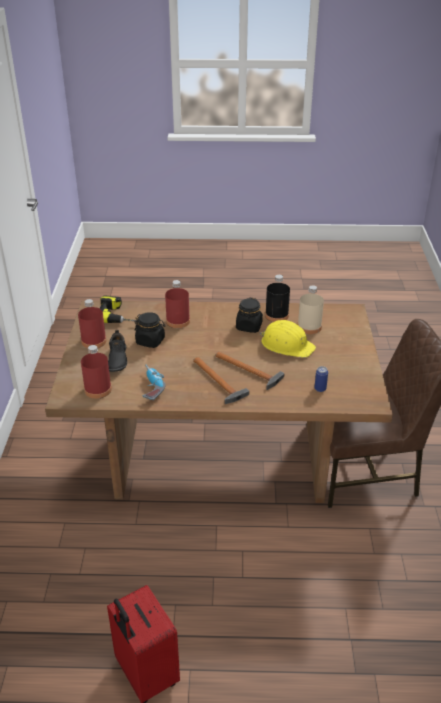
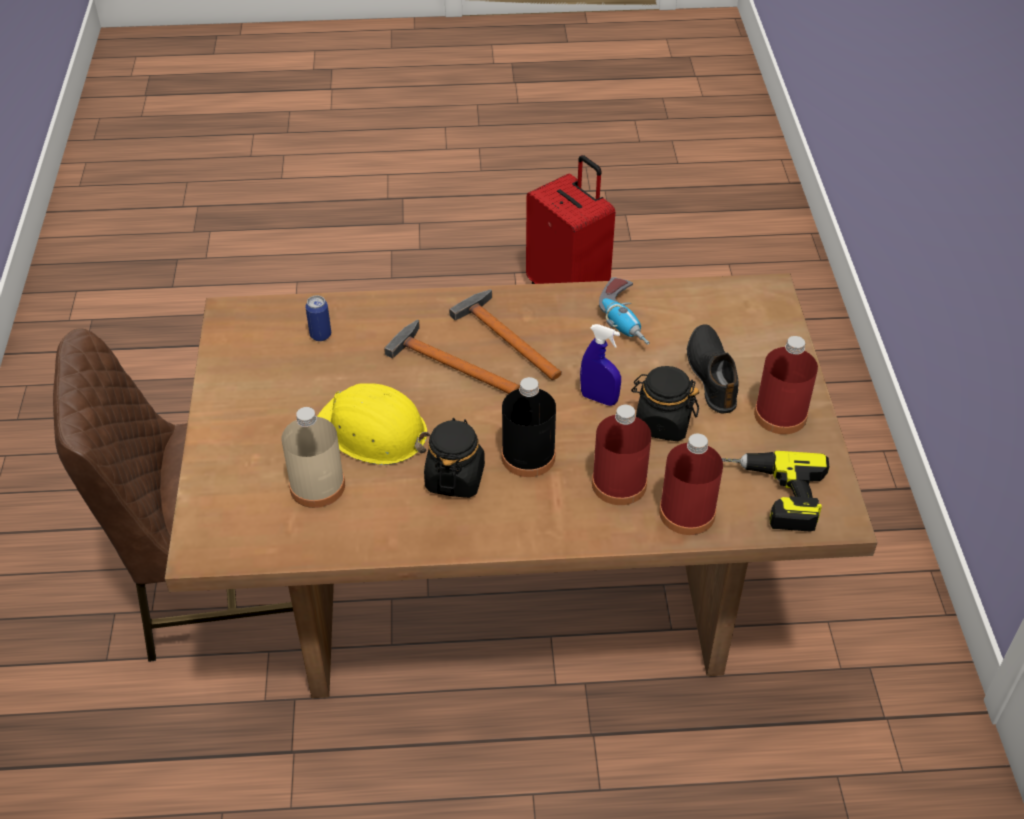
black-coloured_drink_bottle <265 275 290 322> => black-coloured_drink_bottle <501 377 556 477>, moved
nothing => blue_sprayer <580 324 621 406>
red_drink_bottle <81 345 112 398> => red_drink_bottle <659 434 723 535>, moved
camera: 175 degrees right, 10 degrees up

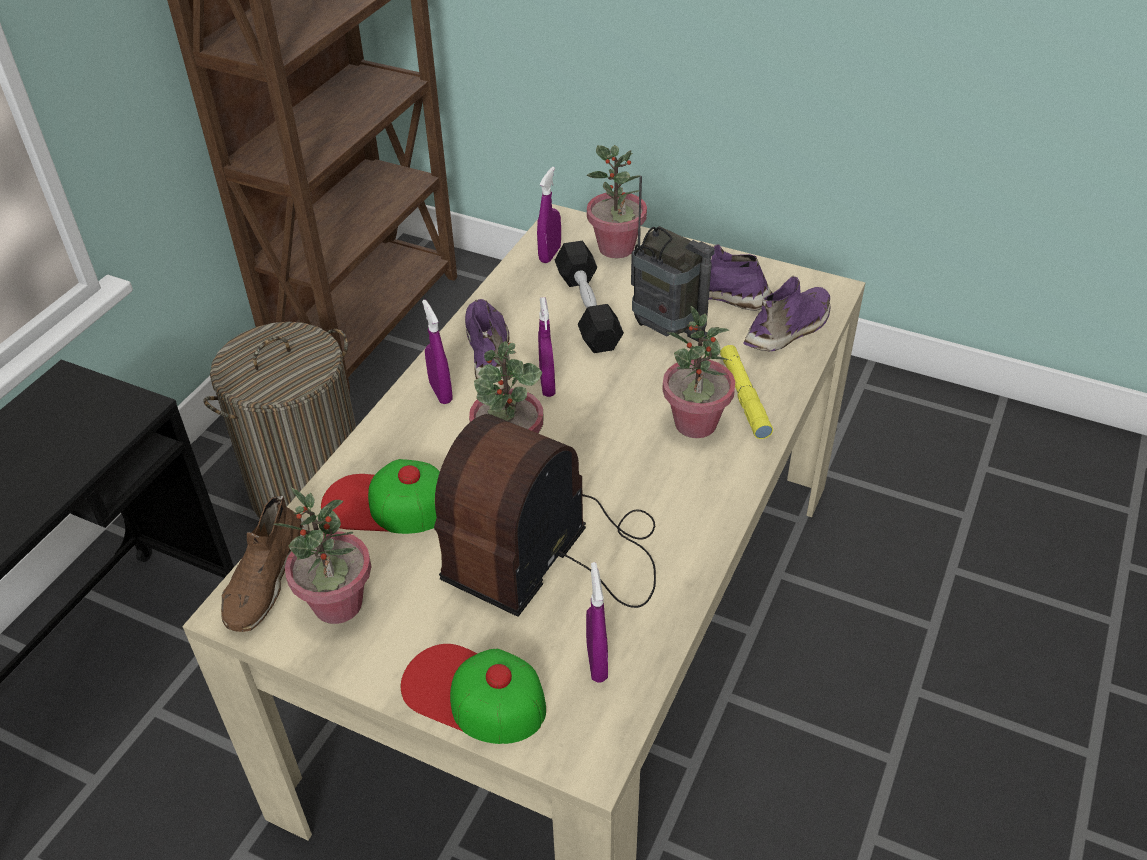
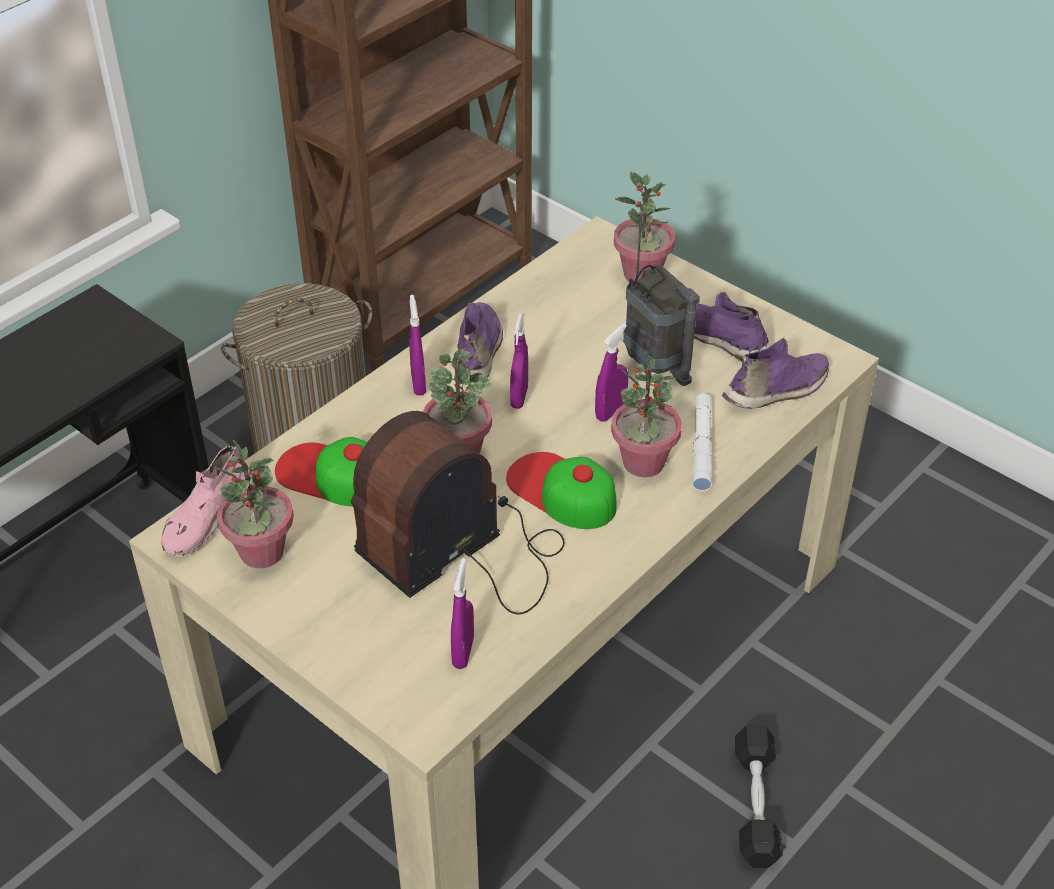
brownish_shoe <221 496 310 632> => pink-coloured_shoe <161 446 256 557>
baseball_cap <401 644 546 744> => baseball_cap <506 452 617 529>, moved
purple-coloured_sprayer <537 167 561 263> => purple-coloured_sprayer <595 323 628 422>, moved
yellow-coloured_flashlight <720 345 773 439> => white-coloured_flashlight <692 394 712 491>
black-coloured_hand_weight <555 241 624 353> => black-coloured_hand_weight <735 725 783 868>, moved
camera: 15 degrees right, 0 degrees up

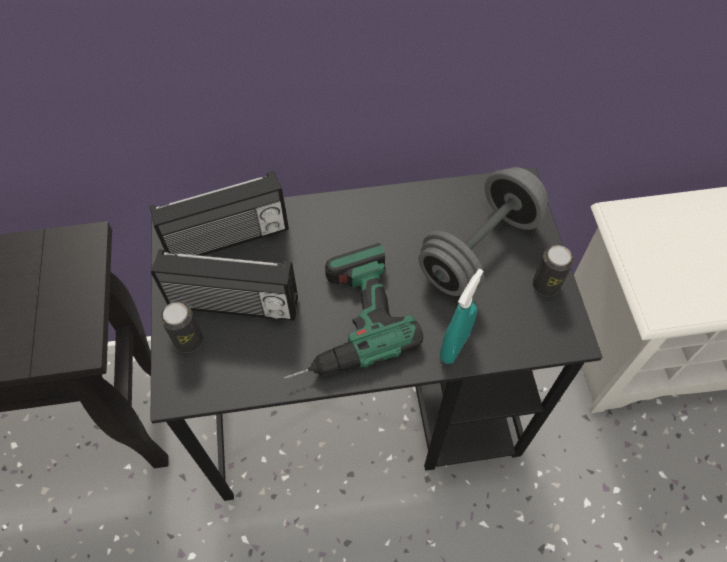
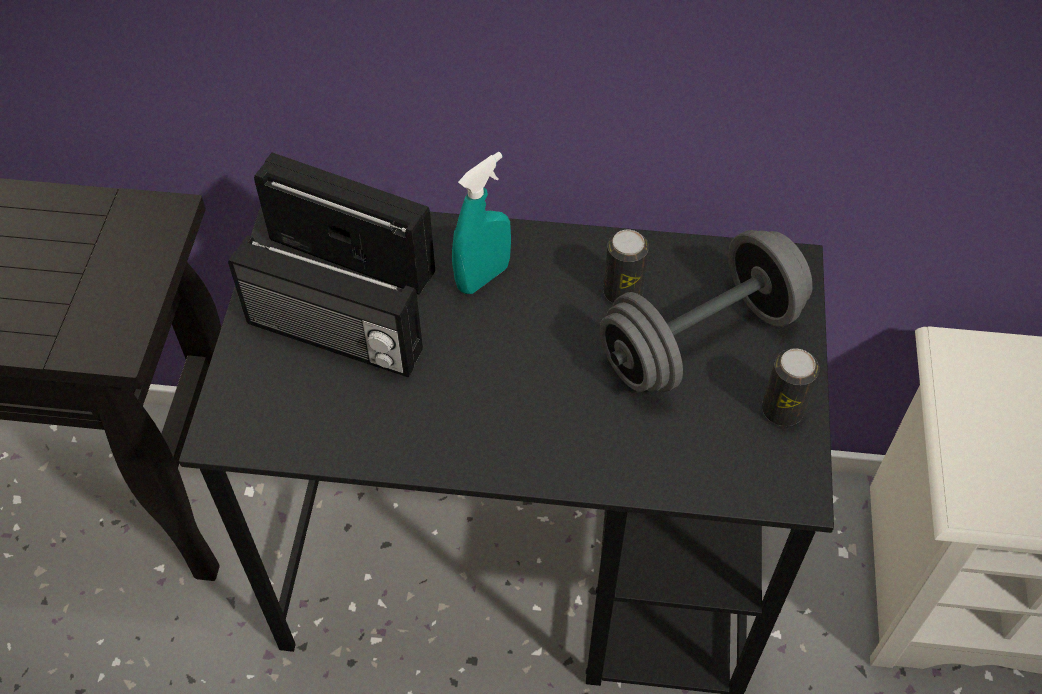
radio <150 171 289 256> => radio <254 152 435 295>, 150 degrees counterclockwise
turquoise_sprayer <440 269 483 364> => turquoise_sprayer <452 152 511 294>, moved
metal_can <160 302 203 353> => metal_can <603 230 649 303>, moved
drill <284 243 423 379> => nothing
camera: 15 degrees right, 5 degrees down

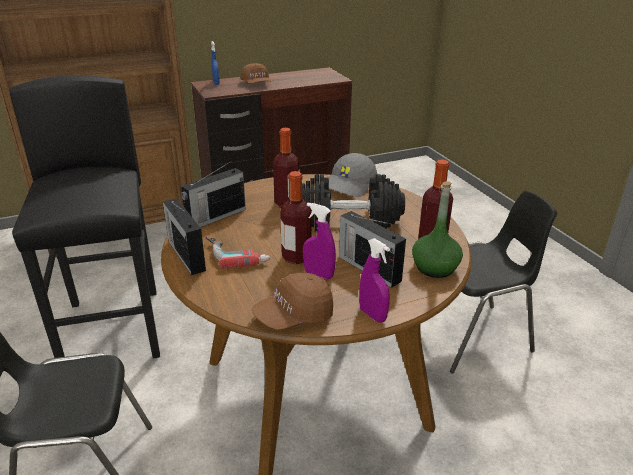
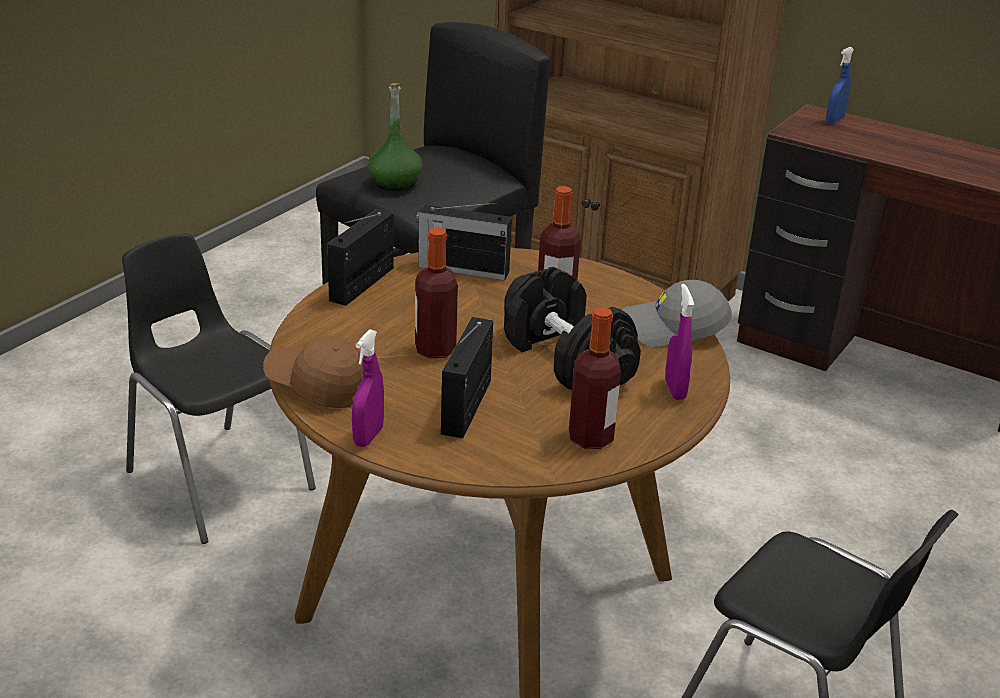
greenish_drink_bottle <412 181 463 278> => greenish_drink_bottle <368 83 422 191>, moved
purple-coloured_sprayer <303 203 336 279> => purple-coloured_sprayer <665 284 694 400>, moved
drill <206 236 270 269> => nothing
brownish_baseball_cap <241 63 271 84> => nothing
camera: 55 degrees right, 0 degrees up

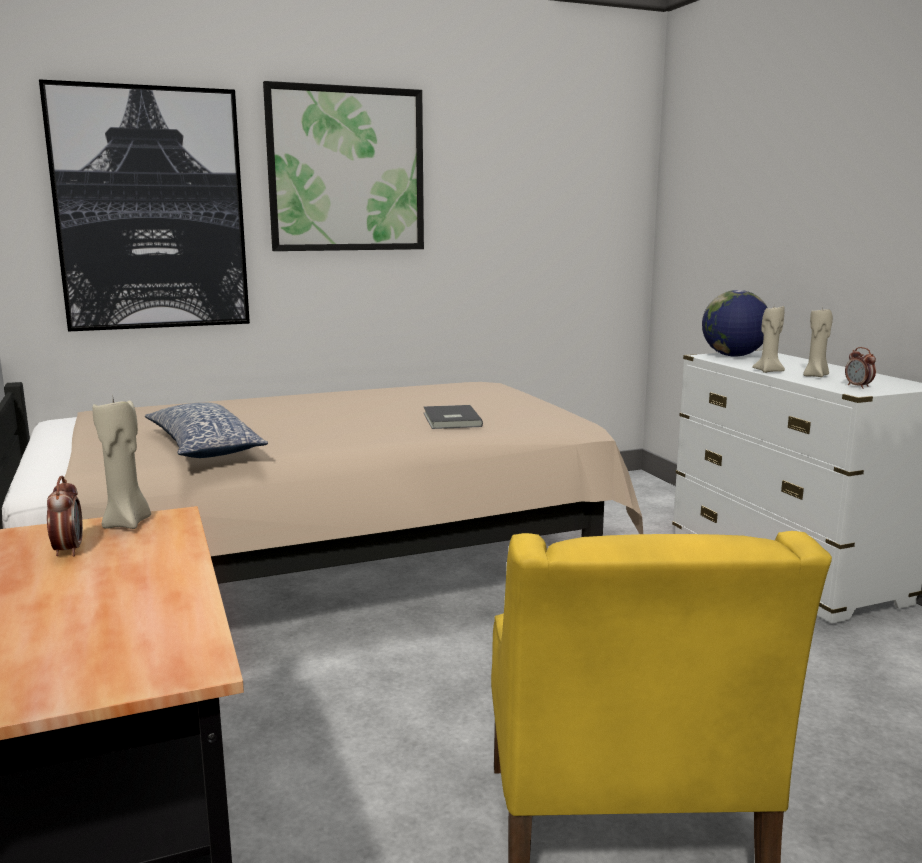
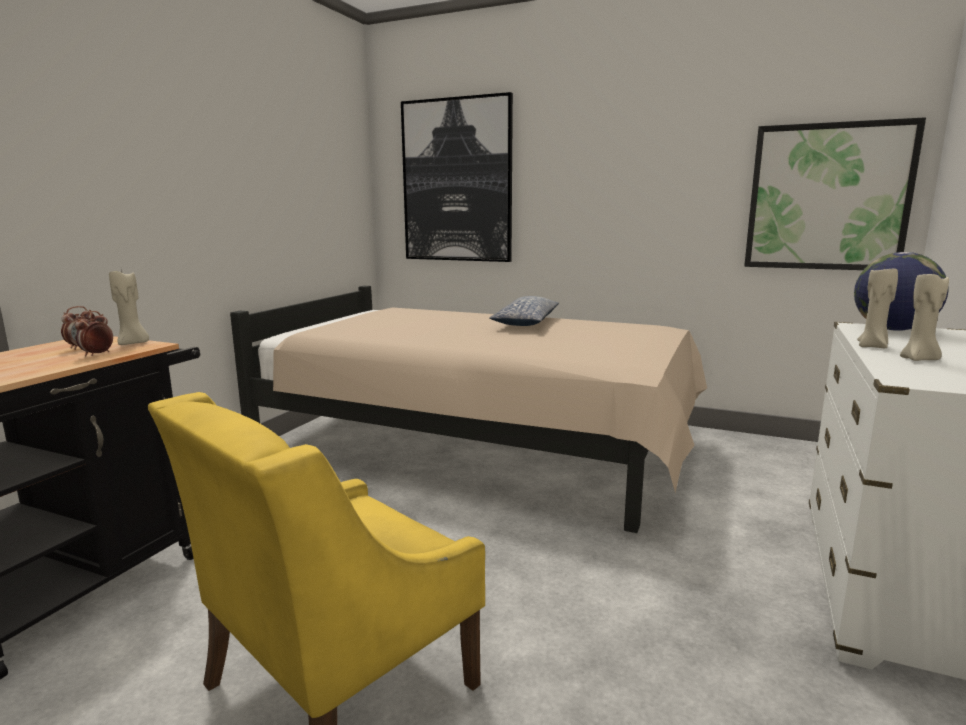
alarm_clock <845 347 876 389> => alarm_clock <75 311 113 356>, moved
throw_pillow <145 402 268 458> => throw_pillow <489 296 559 326>, moved
picture <263 81 424 251> => picture <744 117 926 270>, moved
greyish_volume <424 405 483 429> => nothing
camera: 45 degrees right, 0 degrees up

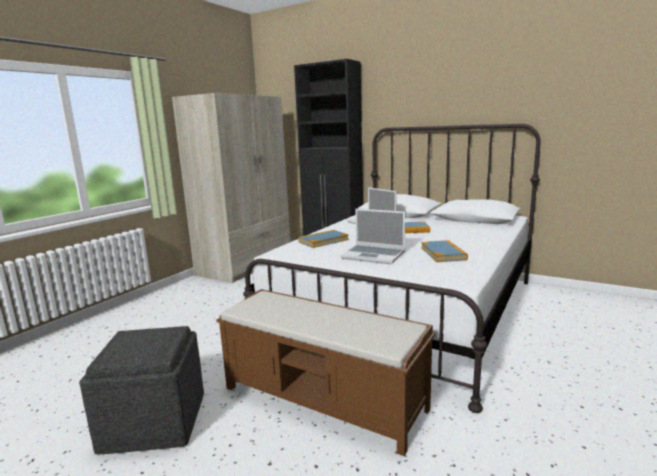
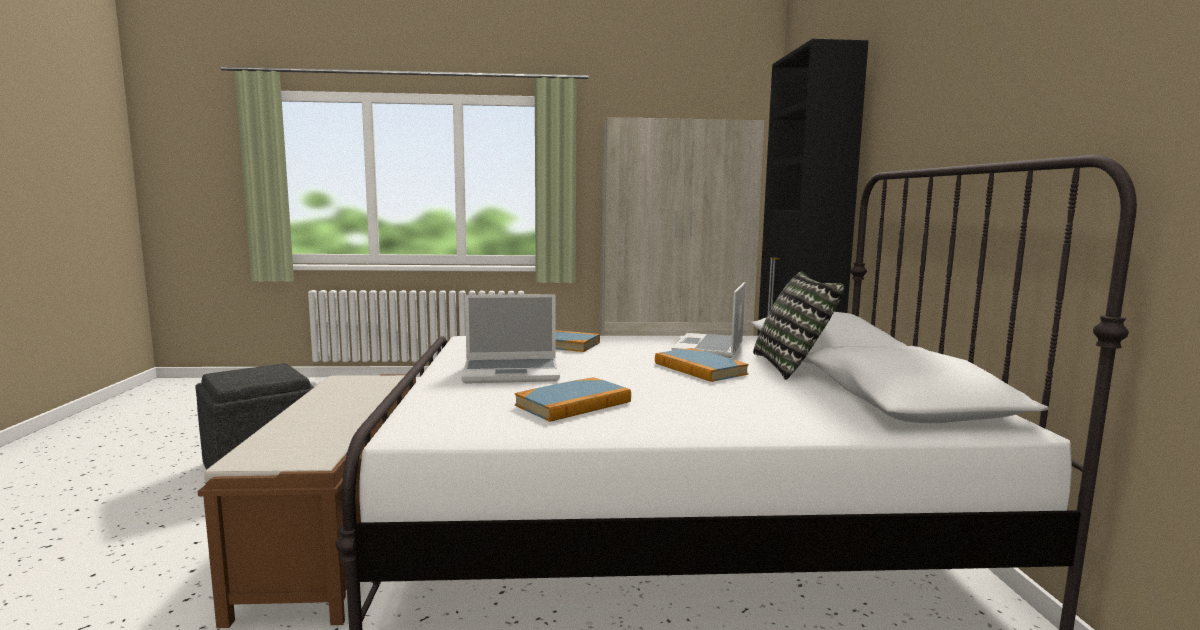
notebook_computer <341 209 405 264> => notebook_computer <461 294 560 384>, 90 degrees counterclockwise
nothing => throw_pillow <753 272 844 380>
camera: 55 degrees right, 5 degrees down

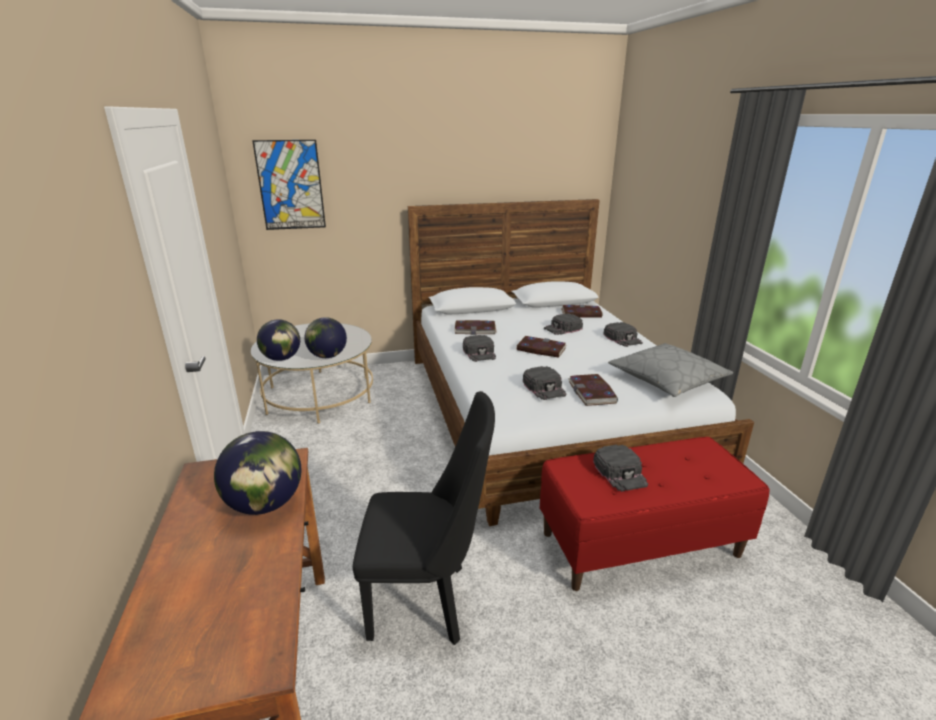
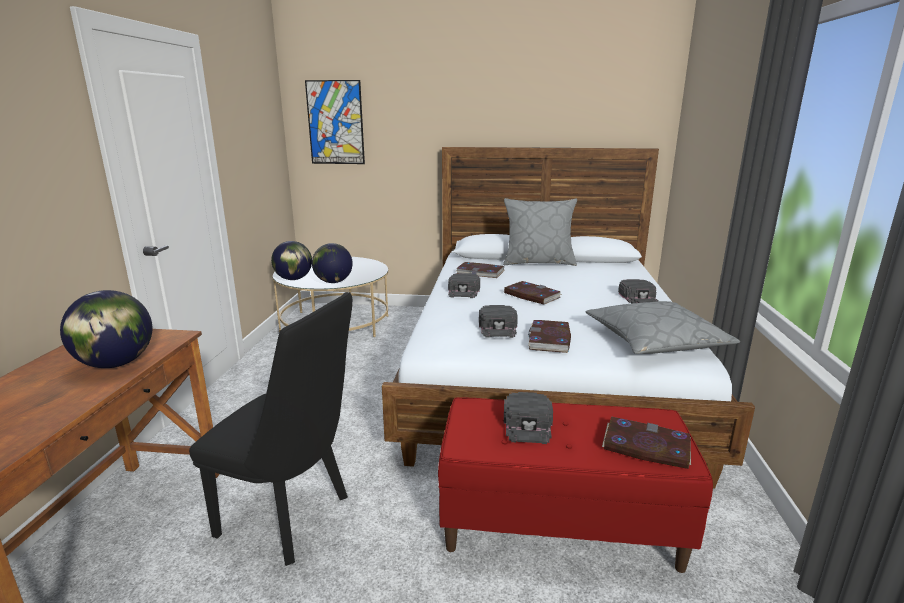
nothing => greyish_throw_pillow <503 198 577 266>
volume <561 305 602 318> => volume <602 416 691 469>, moved
black-coloured_baseball_cap <544 313 583 335> => nothing
camera: 20 degrees right, 5 degrees down

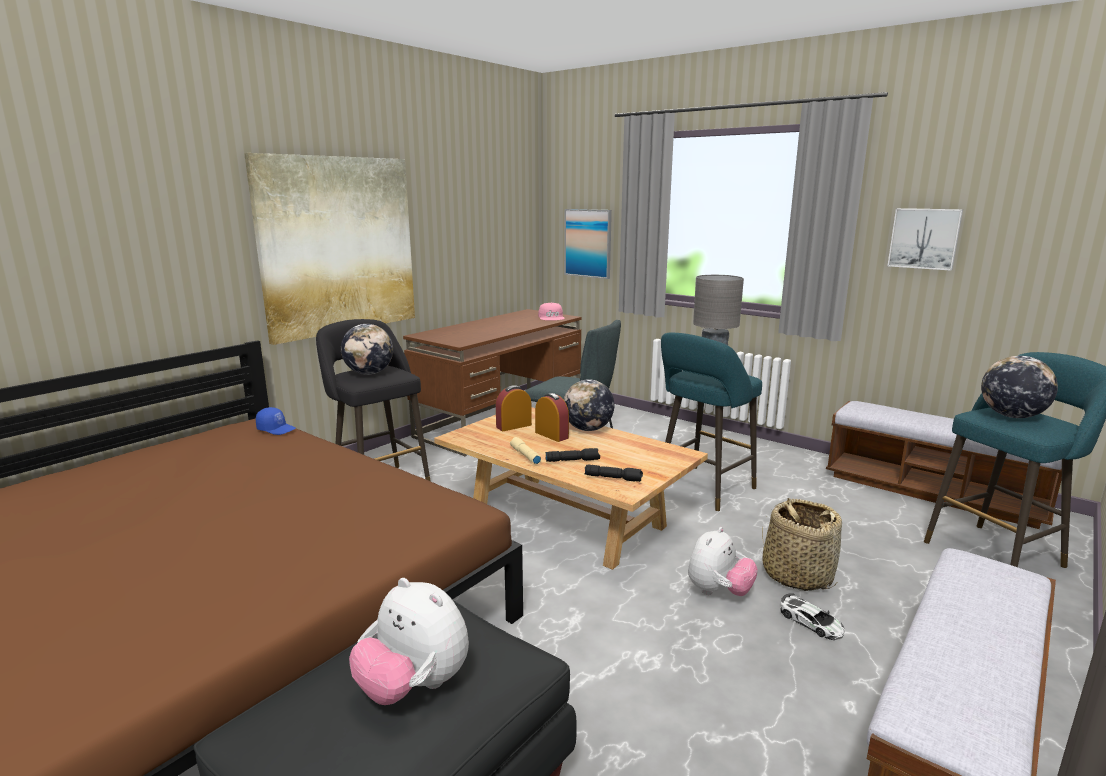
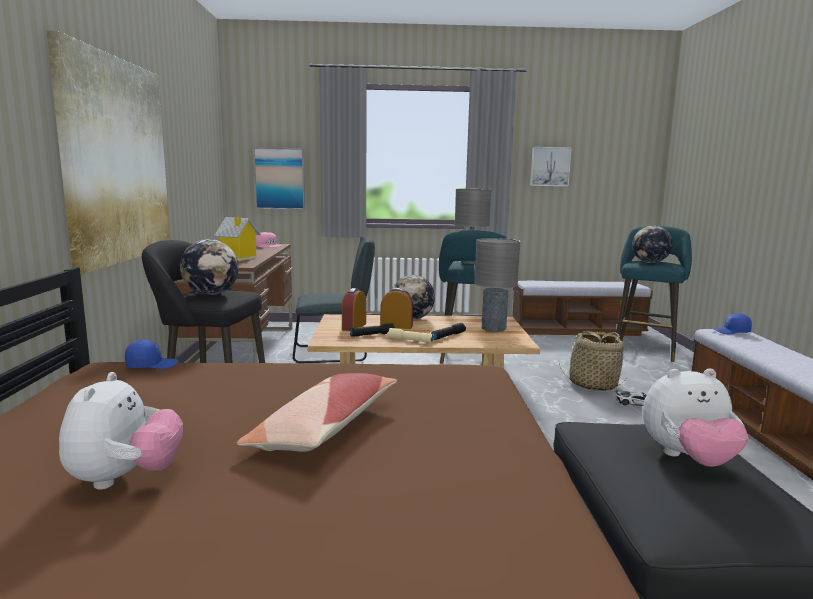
plush_toy <688 527 758 596> => plush_toy <59 372 183 490>, moved
nothing => model_house <214 217 261 261>
nothing => throw_pillow <237 373 397 452>
black-coloured_flashlight <585 465 643 482> => black-coloured_flashlight <350 323 395 337>, moved
nothing => greyish_table_lamp <475 238 520 332>
nothing => blue_baseball_cap <713 313 752 334>
camera: 40 degrees left, 5 degrees down

